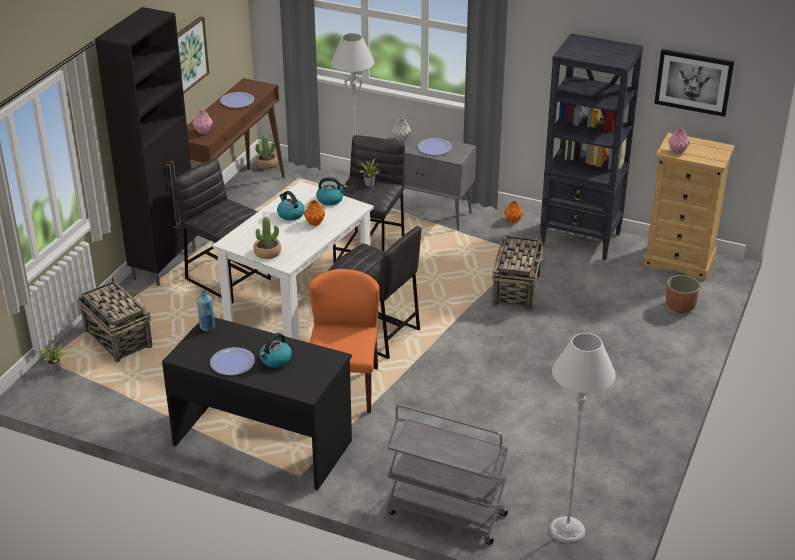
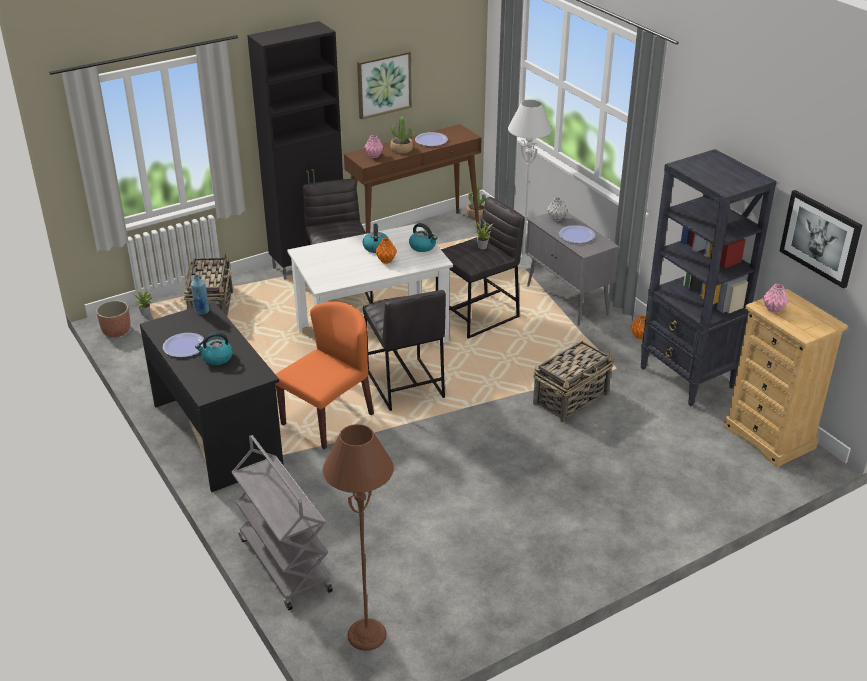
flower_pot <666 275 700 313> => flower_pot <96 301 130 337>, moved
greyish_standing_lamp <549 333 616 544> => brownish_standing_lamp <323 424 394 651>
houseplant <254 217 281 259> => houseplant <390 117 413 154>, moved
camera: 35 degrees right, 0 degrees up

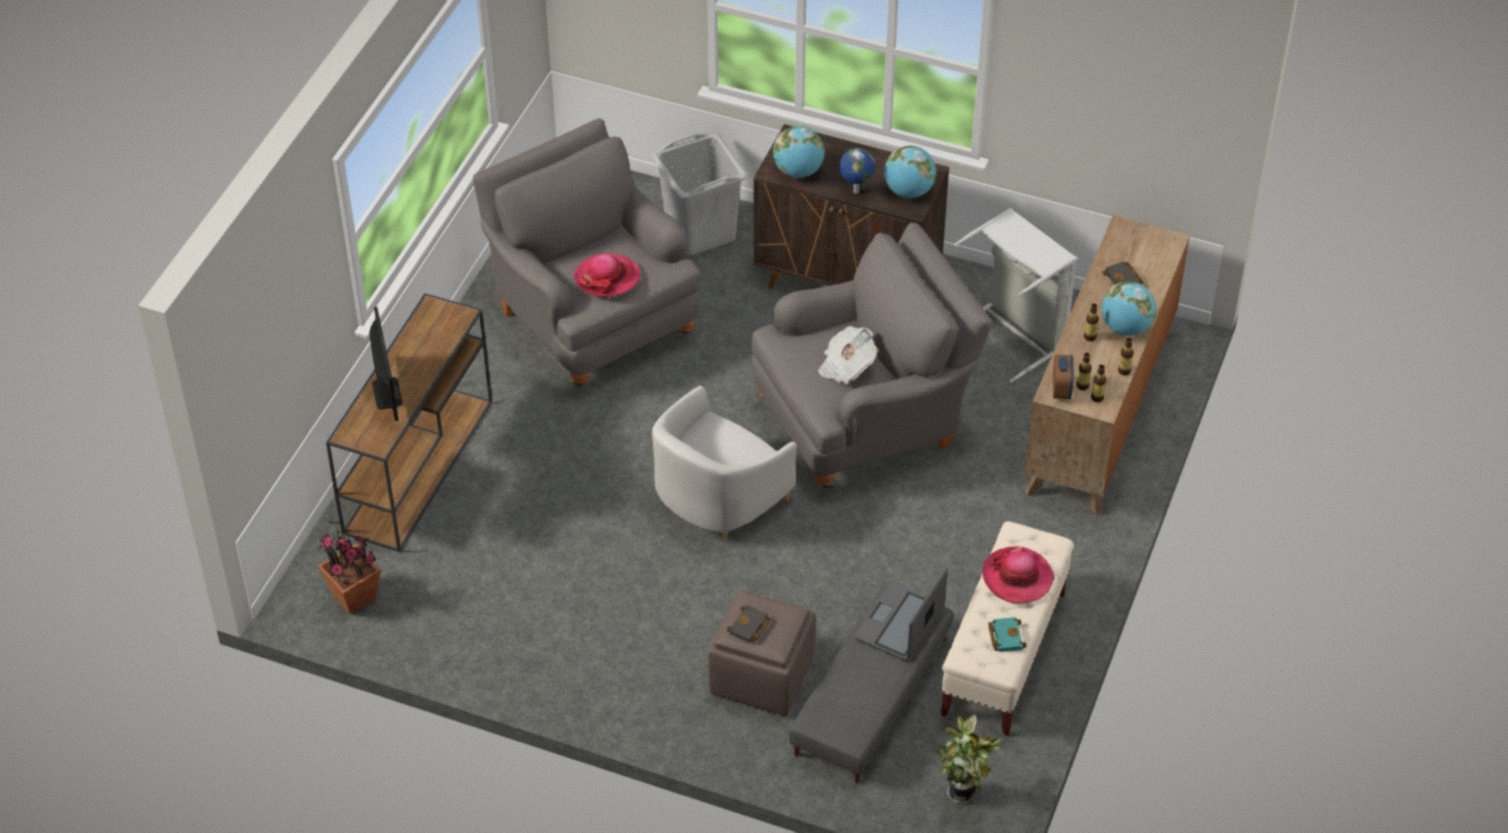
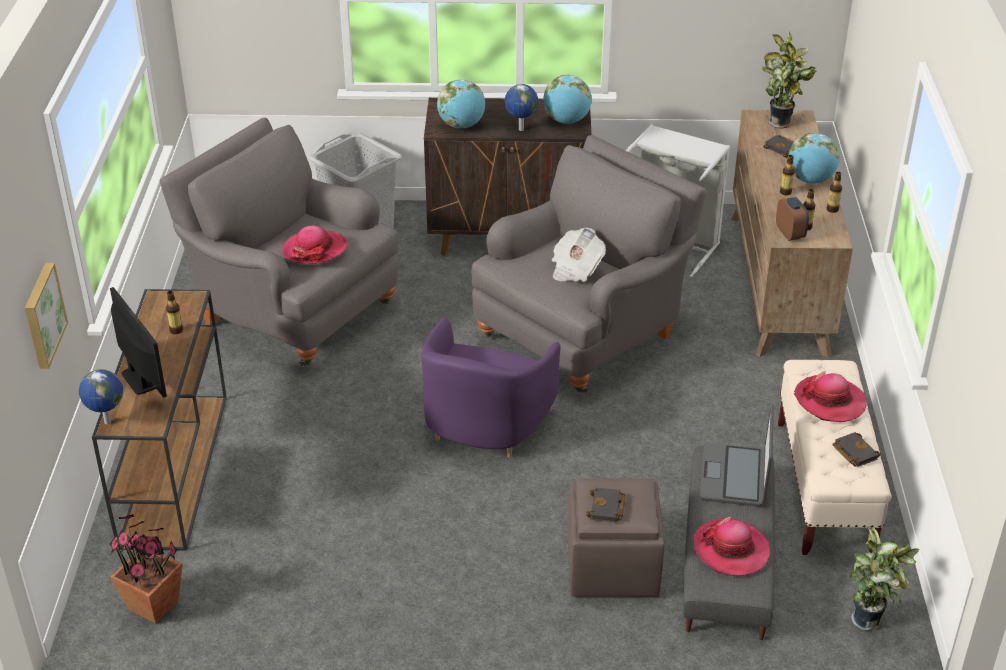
nothing => picture <25 263 68 369>
nothing => globe <79 369 123 425>
drink_bottle <1091 364 1106 402> => drink_bottle <166 291 183 334>, moved
white-coloured_armchair <652 386 797 539> => purple-coloured_armchair <421 318 561 458>
nothing => clothing_hat <693 517 770 576>
nothing => houseplant <762 31 817 129>
turquoise_volume <988 617 1027 652> => black-coloured_volume <832 432 881 467>
camera: 20 degrees left, 10 degrees down

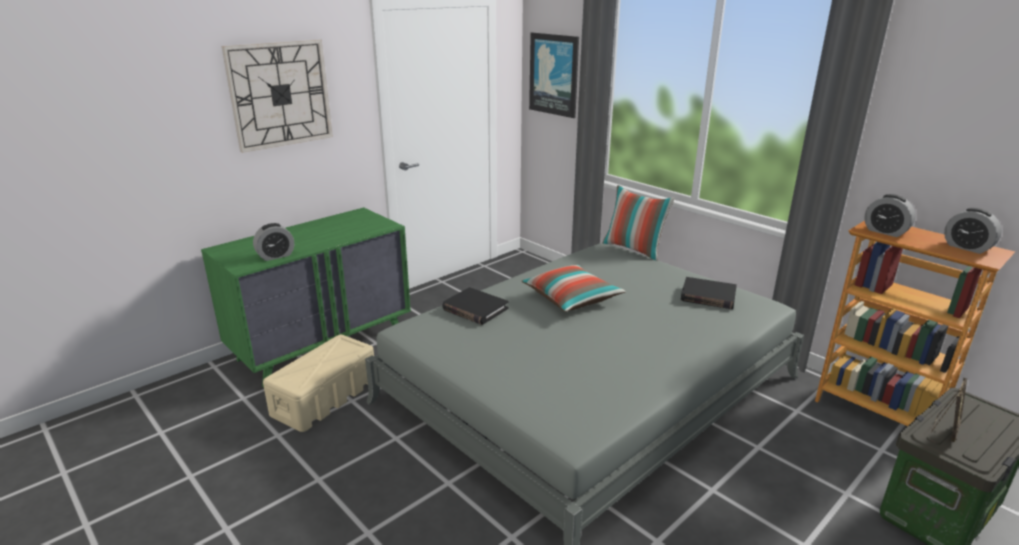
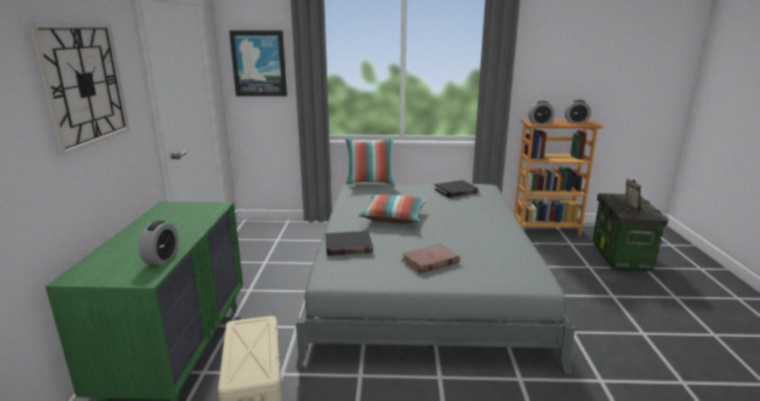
nothing => brownish_volume <401 244 460 274>
camera: 45 degrees left, 5 degrees down

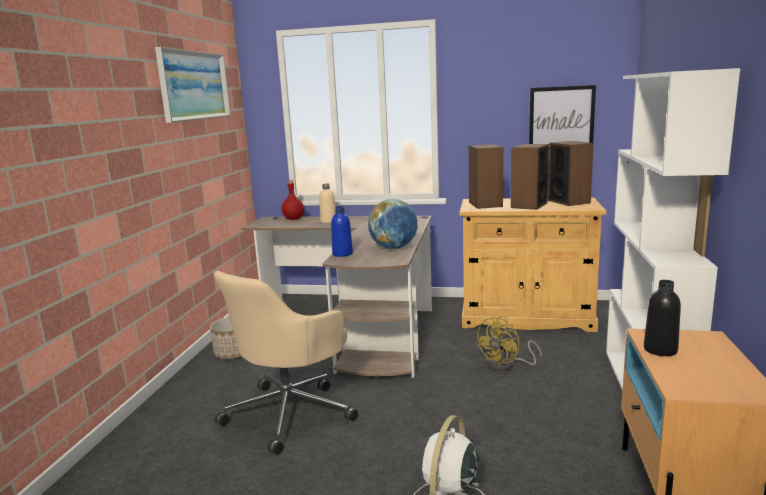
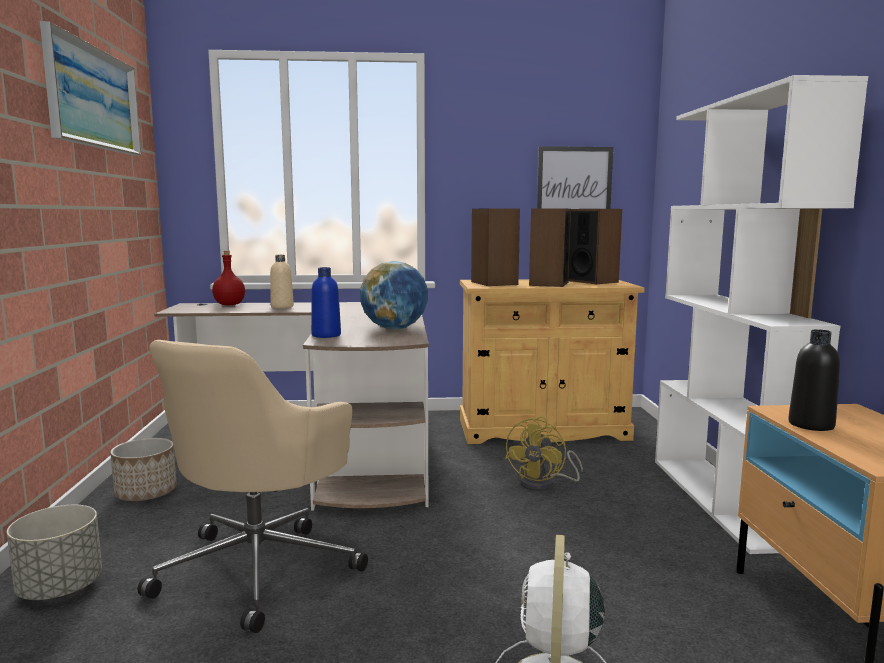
nothing => greyish_flower_pot <7 505 102 600>
camera: 15 degrees left, 5 degrees down

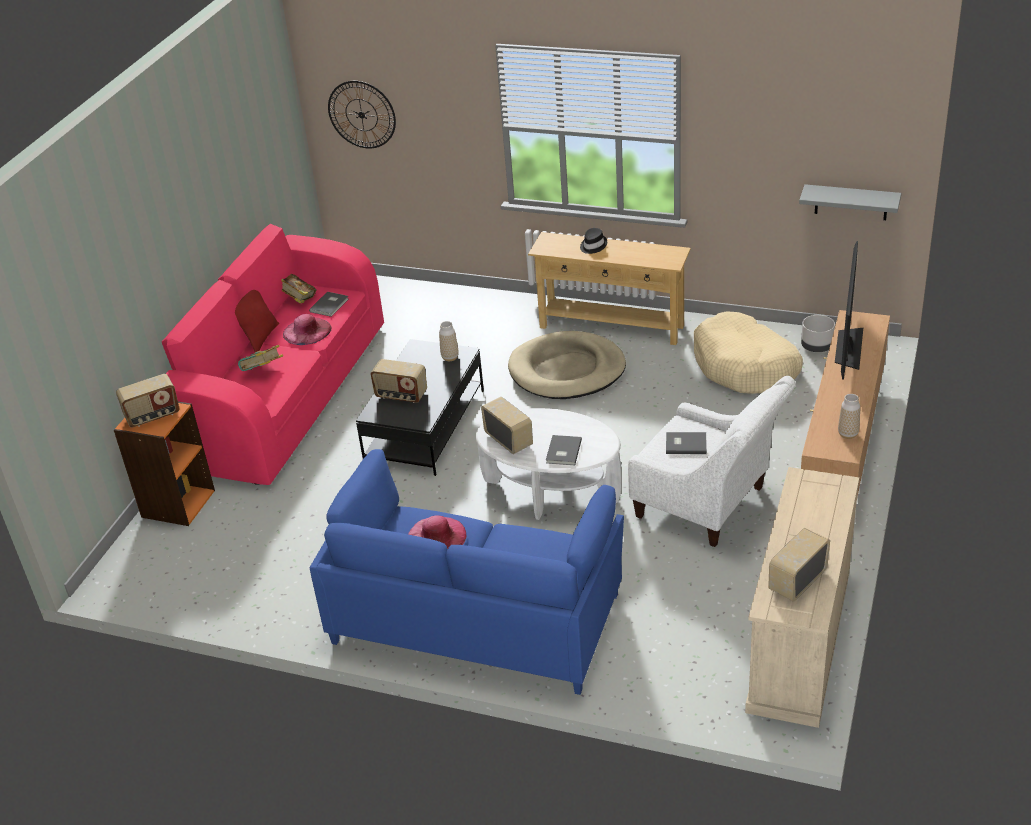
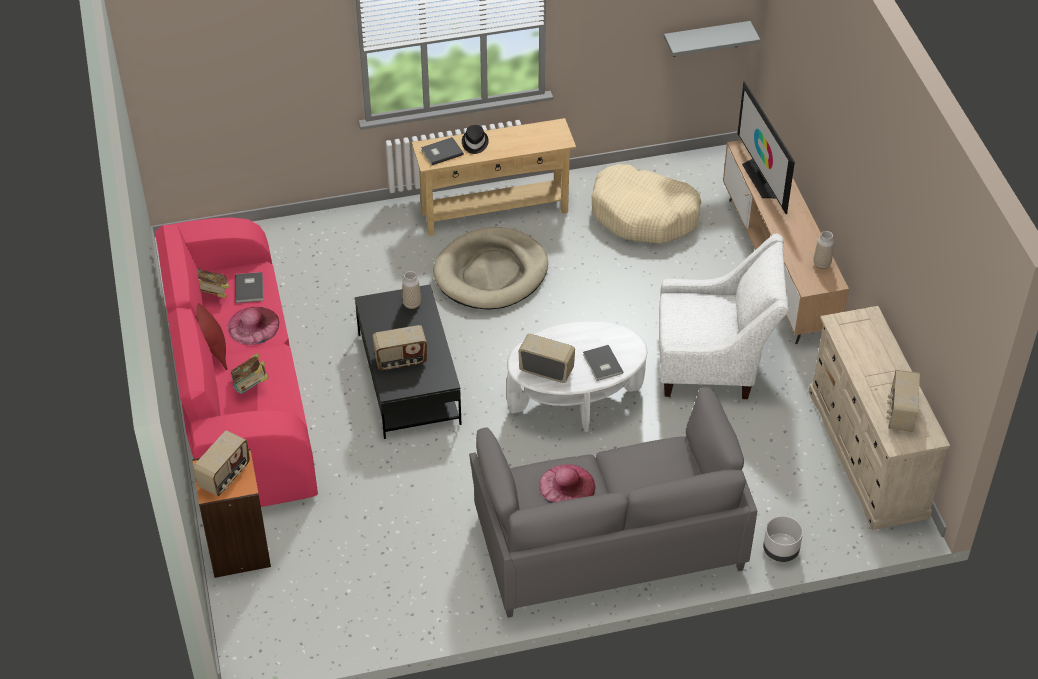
greyish_volume <666 432 707 454> => greyish_volume <421 137 464 165>, moved
blue_couch <310 449 624 695> => greyish_couch <469 387 757 618>
greyish_flower_pot <801 315 835 352> => greyish_flower_pot <763 516 803 562>, moved
clock_on_the_wall <328 81 396 149> => nothing
camera: 35 degrees left, 10 degrees up

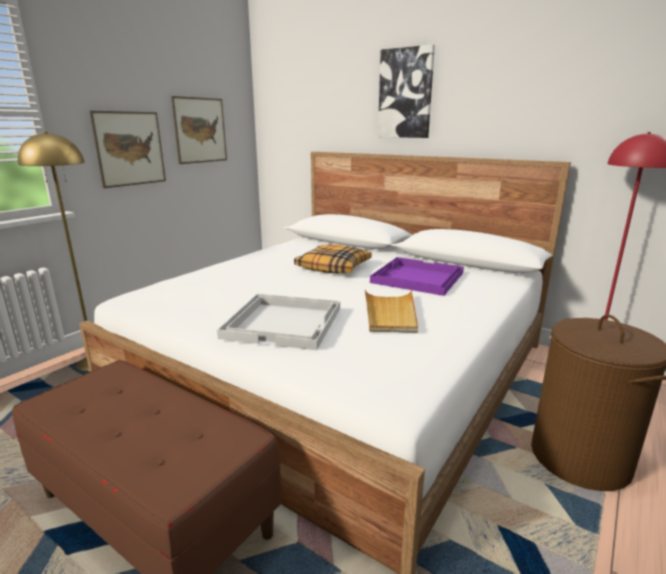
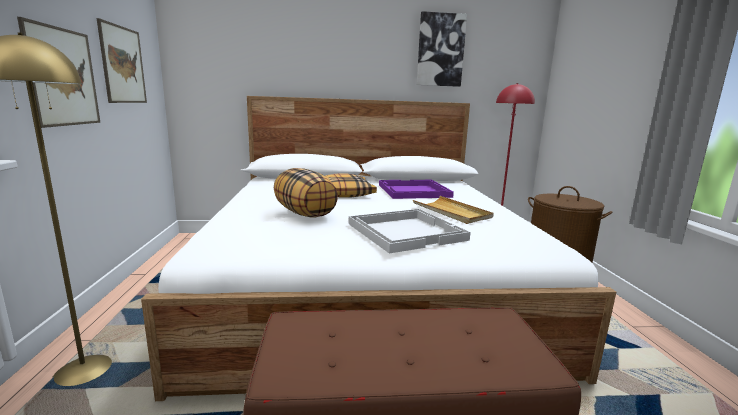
nothing => throw_pillow <274 168 338 218>
picture <378 44 435 138> => picture <417 11 467 87>, moved
camera: 40 degrees left, 5 degrees down

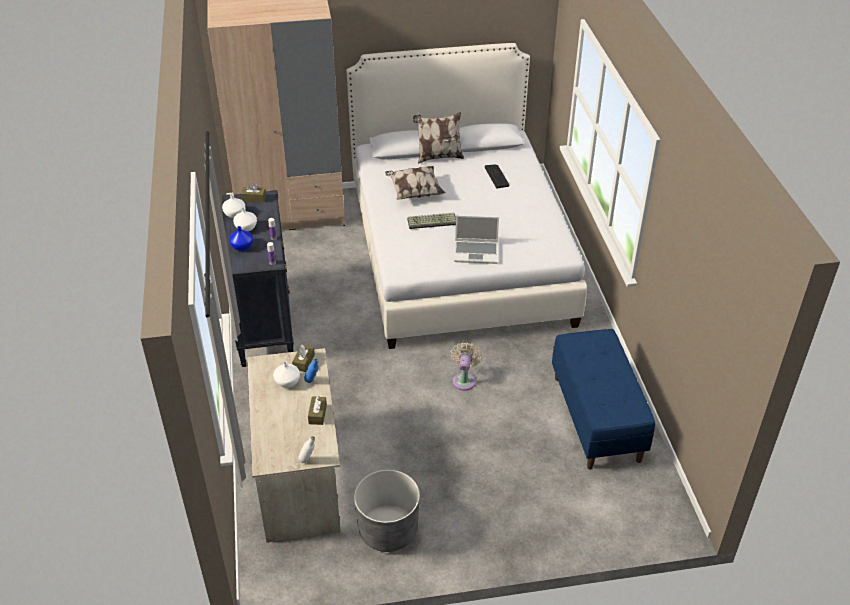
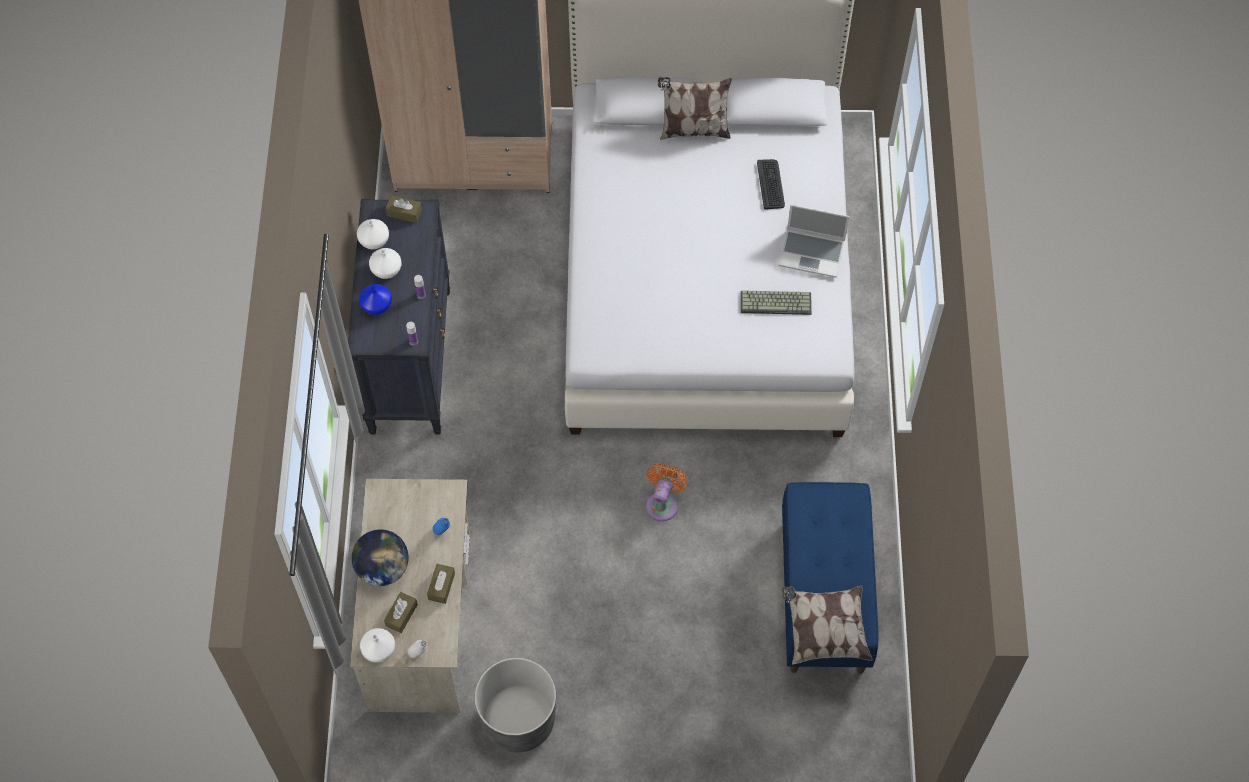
nothing => globe <352 529 409 586>
white-coloured_vase <273 362 300 388> => white-coloured_vase <360 628 395 663>, moved
brownish_box_of_tissues <292 345 315 372> => brownish_box_of_tissues <384 592 418 633>, moved
beige_electric_fan <450 342 483 391> => orange_electric_fan <646 464 689 521>
PC_keyboard <407 213 456 229> => PC_keyboard <741 290 812 315>, moved
notebook_computer <454 215 499 264> => notebook_computer <779 205 849 278>, moved
throw_pillow <385 166 445 200> => throw_pillow <782 585 873 665>, moved
camera: 10 degrees right, 20 degrees up

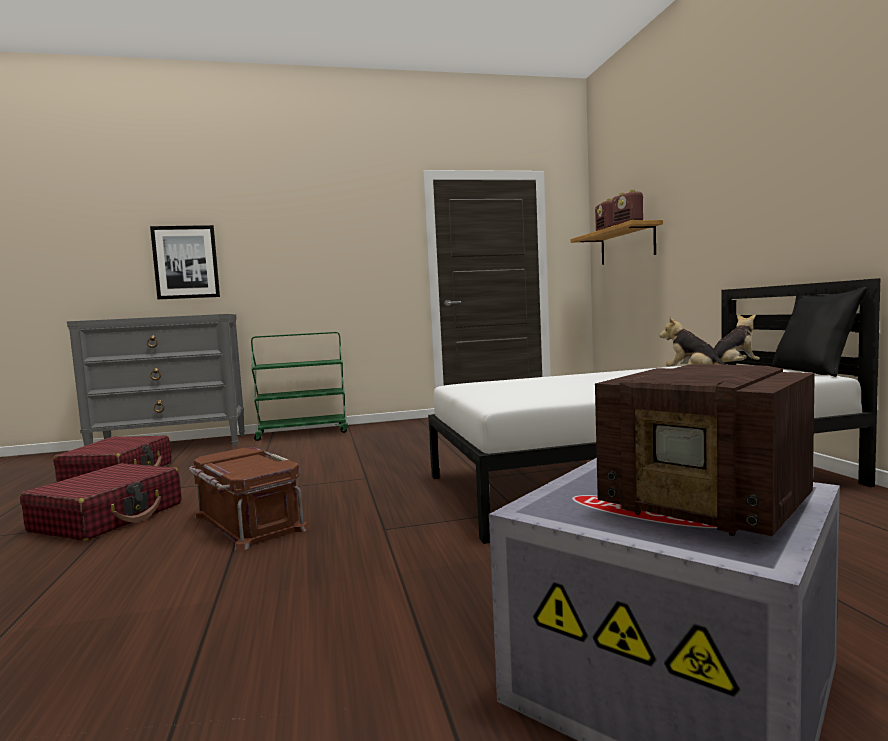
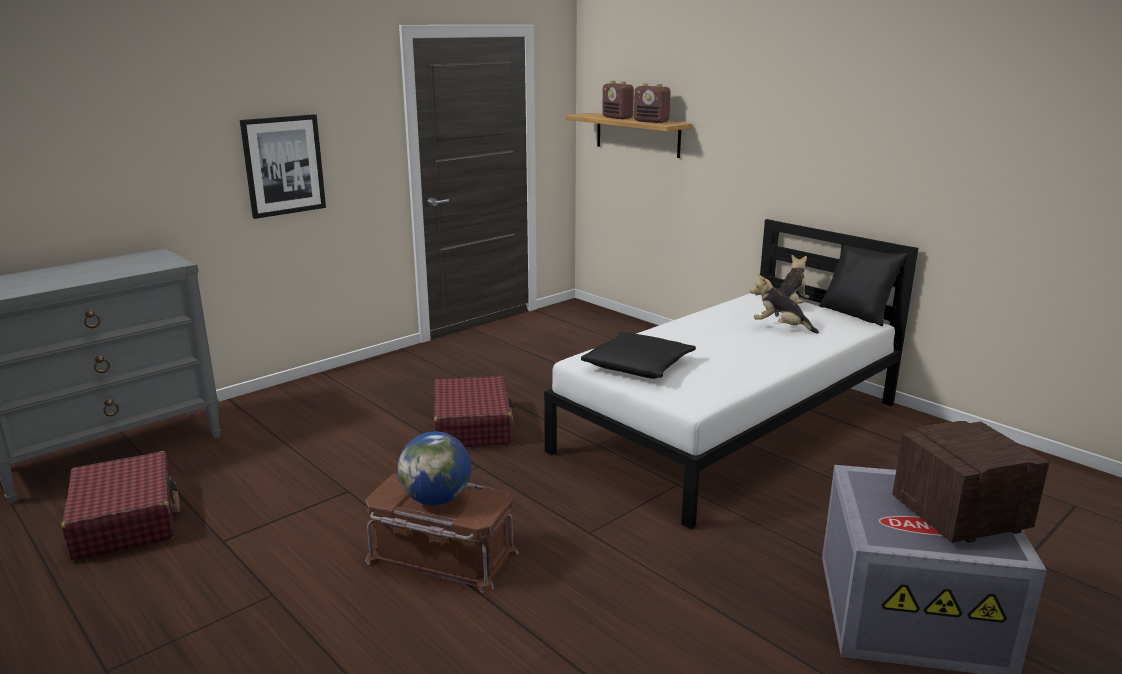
picture <150 225 220 299> => picture <240 114 326 219>, moved
nothing => globe <398 432 471 505>
red_piece_of_luggage <20 463 182 541> => red_piece_of_luggage <433 376 514 447>, moved
nothing => black-coloured_throw_pillow <581 332 696 379>
radio <595 364 815 537> => radio <892 421 1049 543>, 150 degrees clockwise
greenish_cart <251 332 348 441> => nothing
camera: 30 degrees left, 15 degrees up

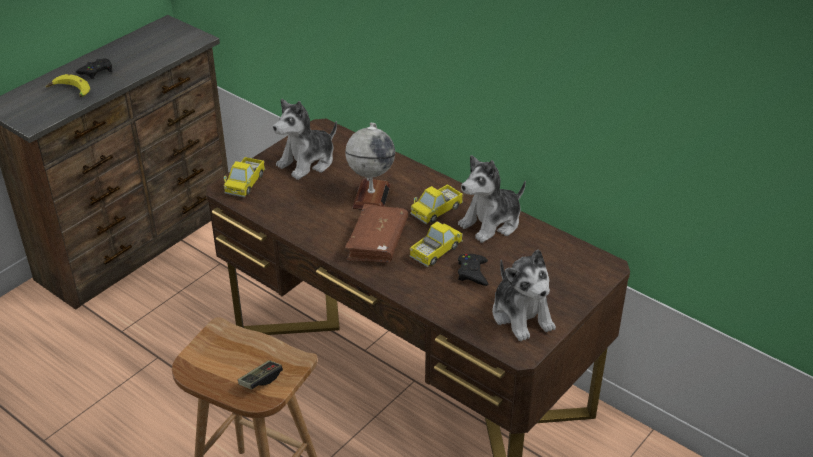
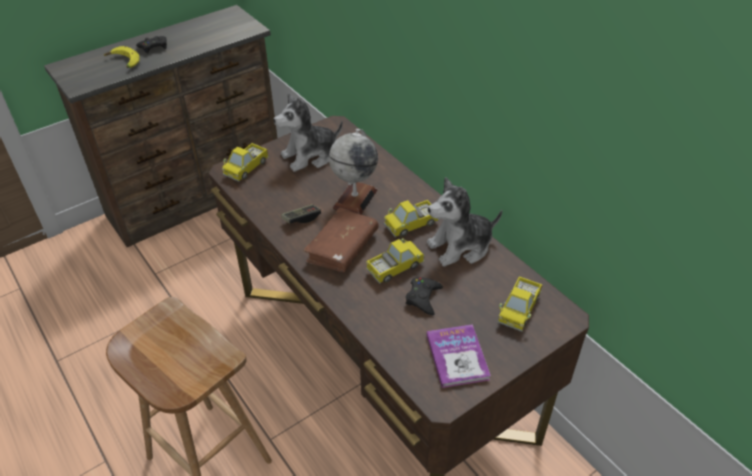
gamepad <238 360 283 389> => gamepad <281 204 321 224>, moved
plush_toy <492 250 556 341> => volume <427 324 491 388>
nothing => model_truck <498 276 543 332>
camera: 15 degrees right, 5 degrees up

